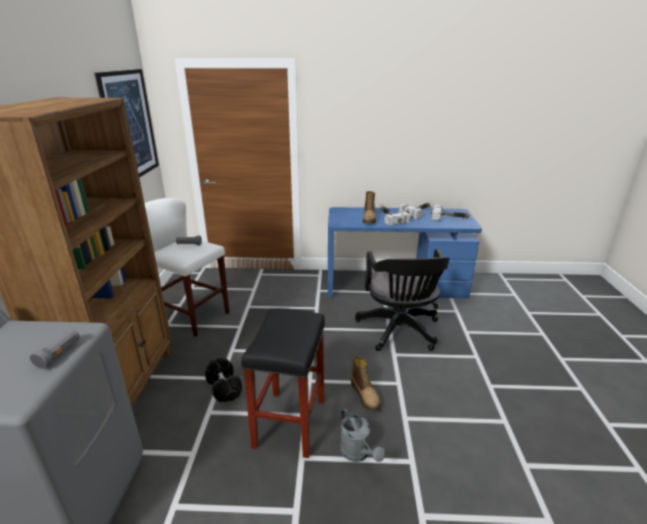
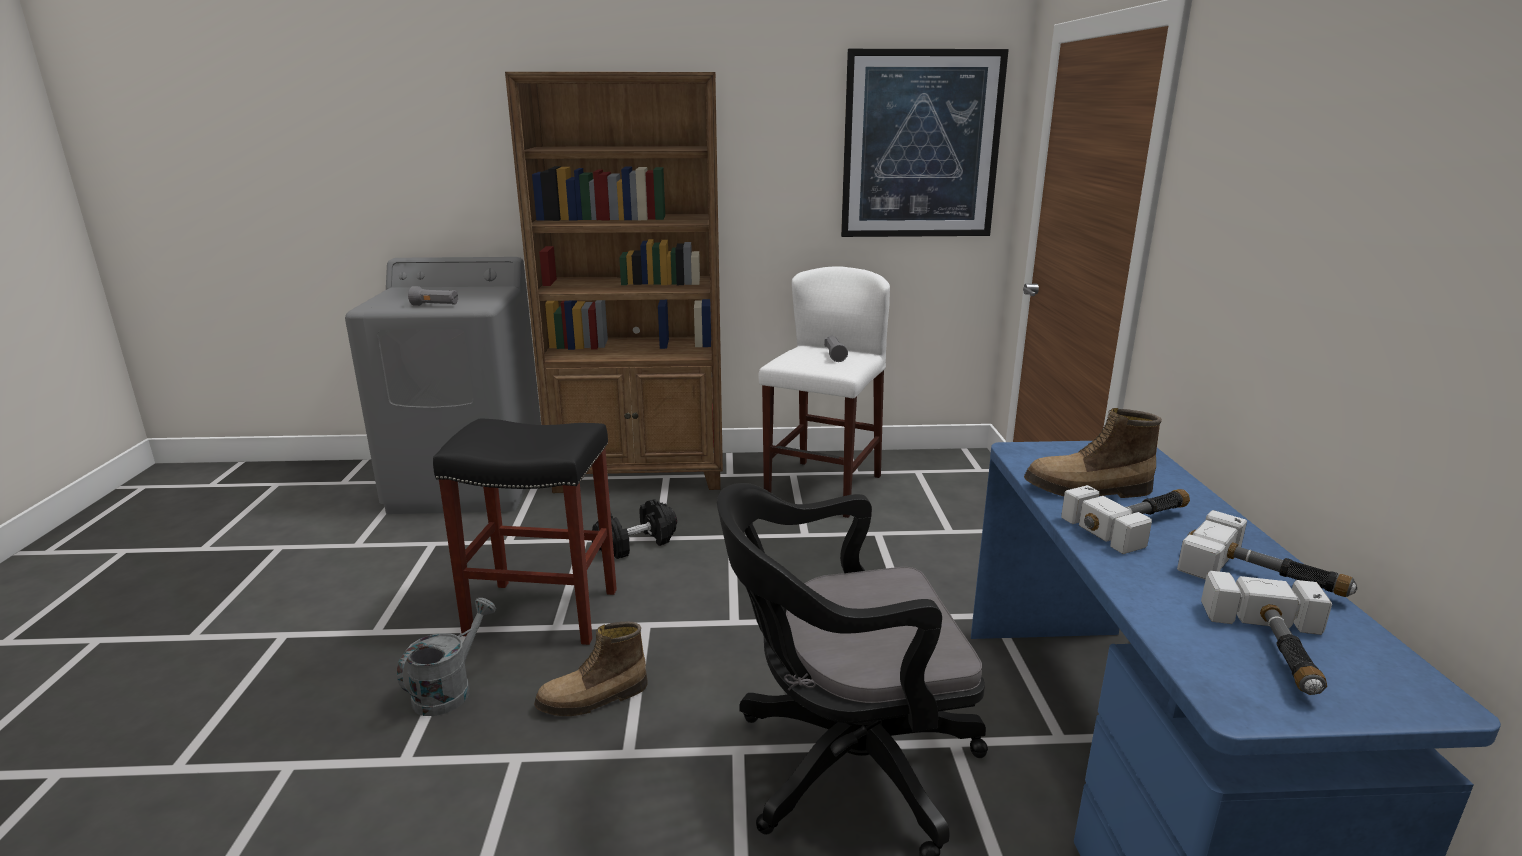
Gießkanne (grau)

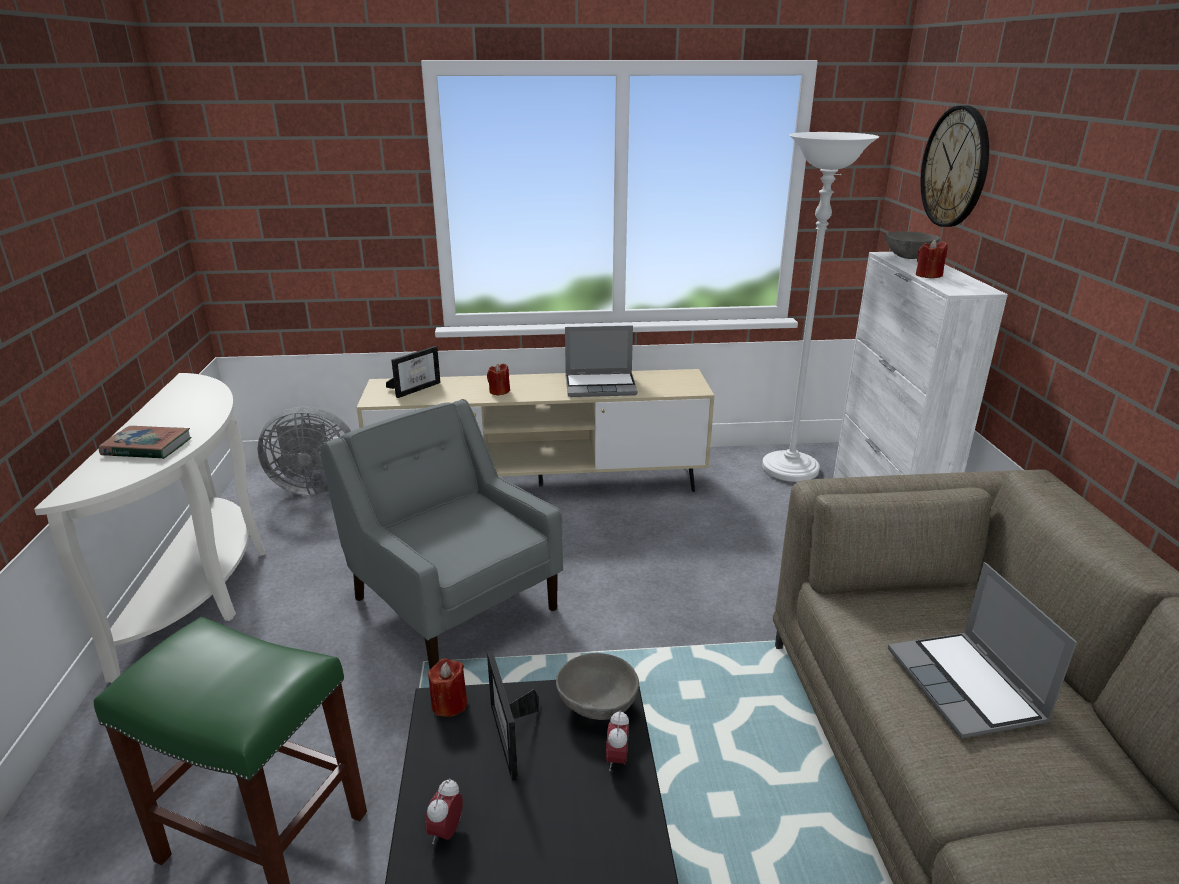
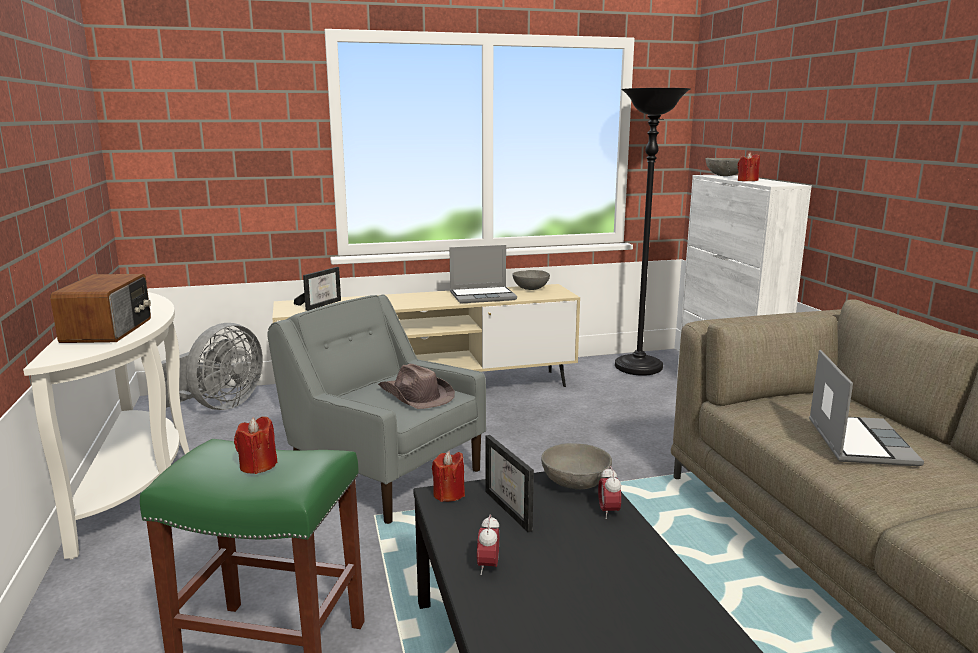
Wanduhr
Stehlampe (schwarz)
Kerze (rot) (1st from left)
Ventilator (grau)
Radio
Laptop (2nd from left)
Schüssel (grau) (1st from left)
Hut (braun)

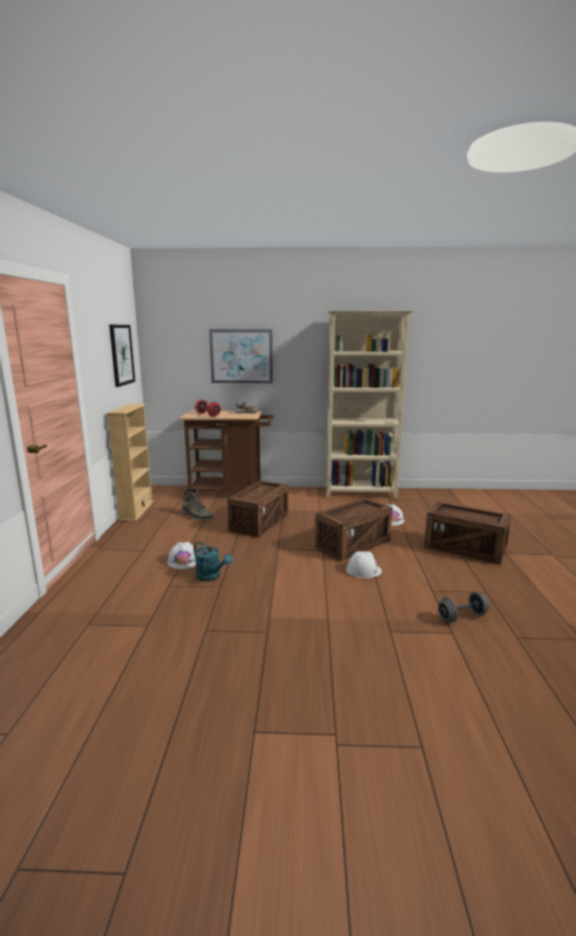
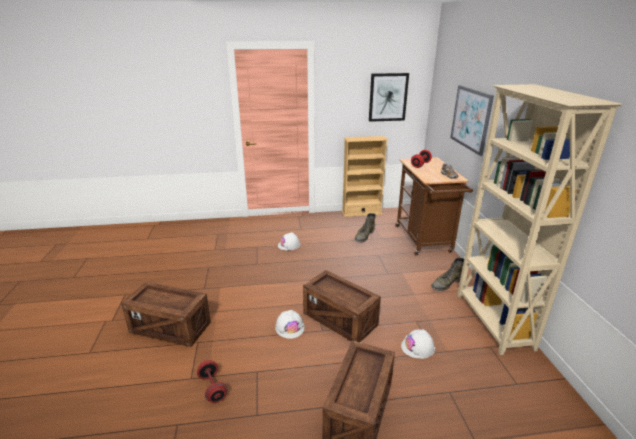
Kiste (1st from left)
Gießkanne (türkis)
Hantel (rot) (1st from left)
Stiefel (grün) (2nd from left)

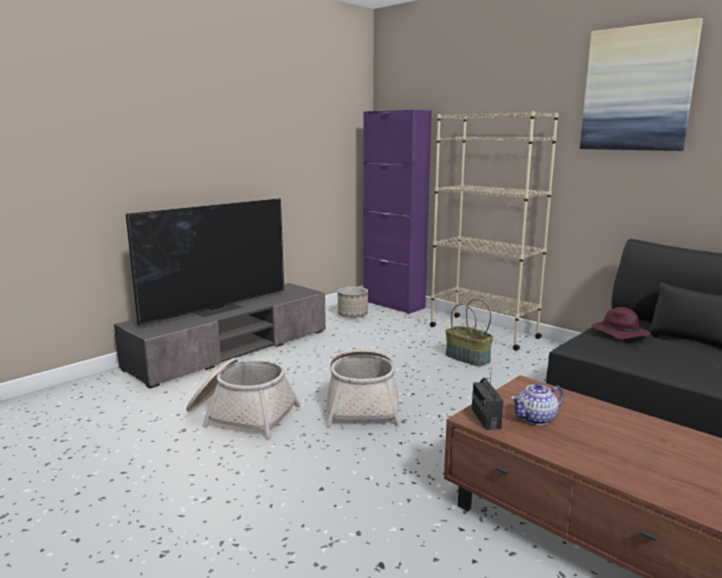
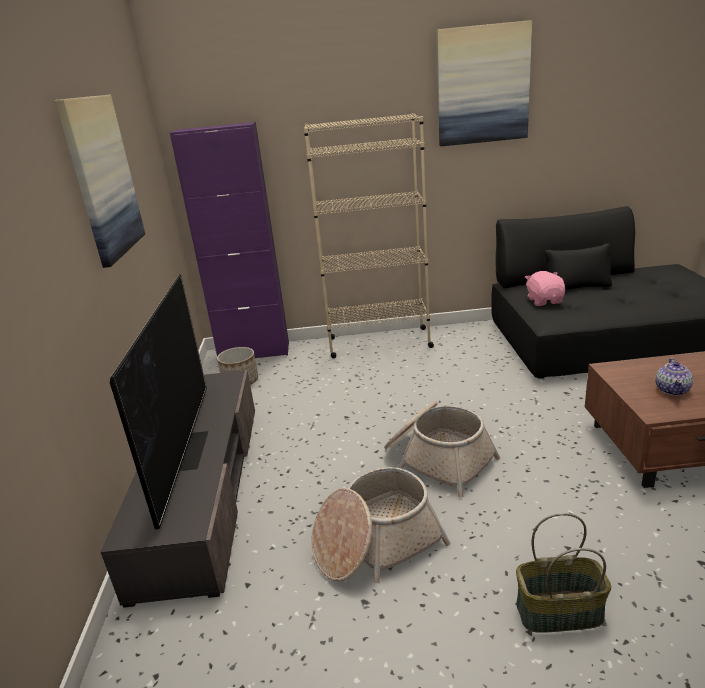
Korb (3rd from left)
Plüschtier (rosa)
Radio
Bild (1st from left)

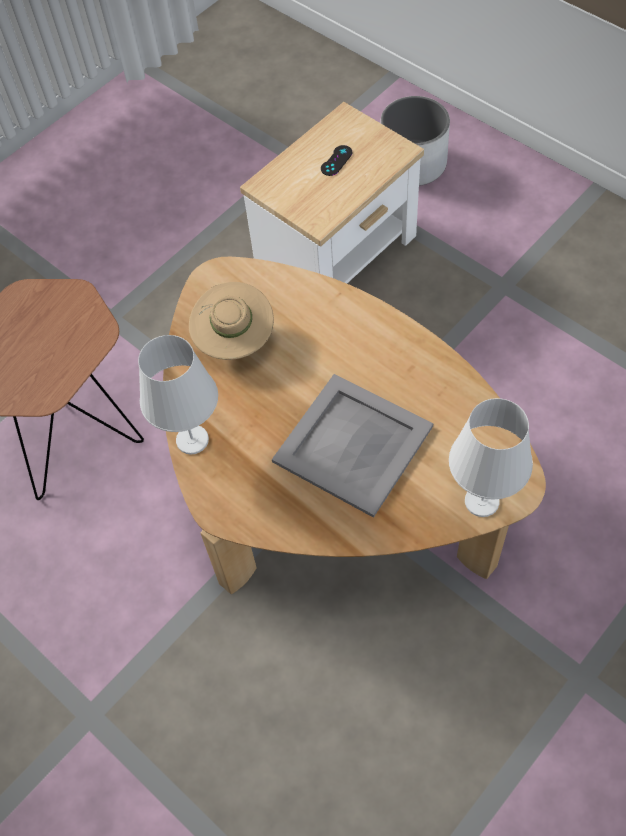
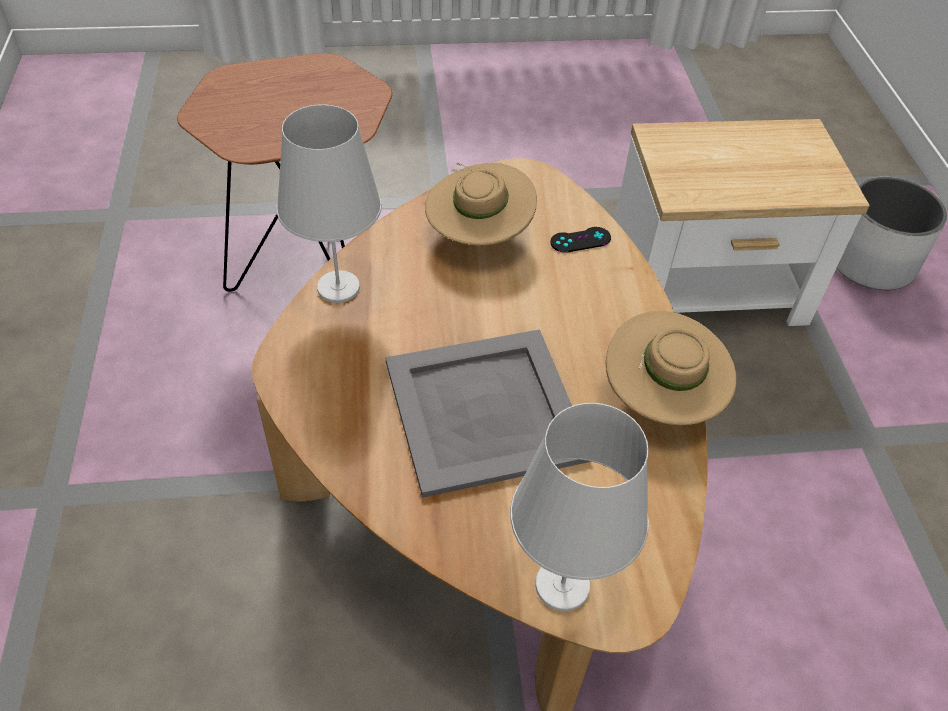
Gamepad (schwarz)
Hut (beige) (2nd from left)

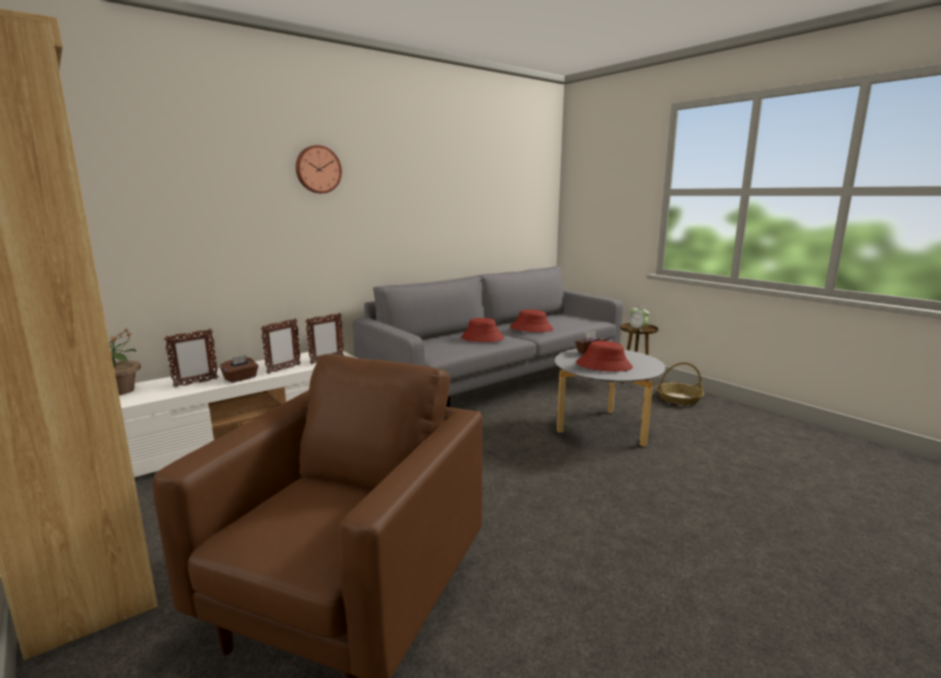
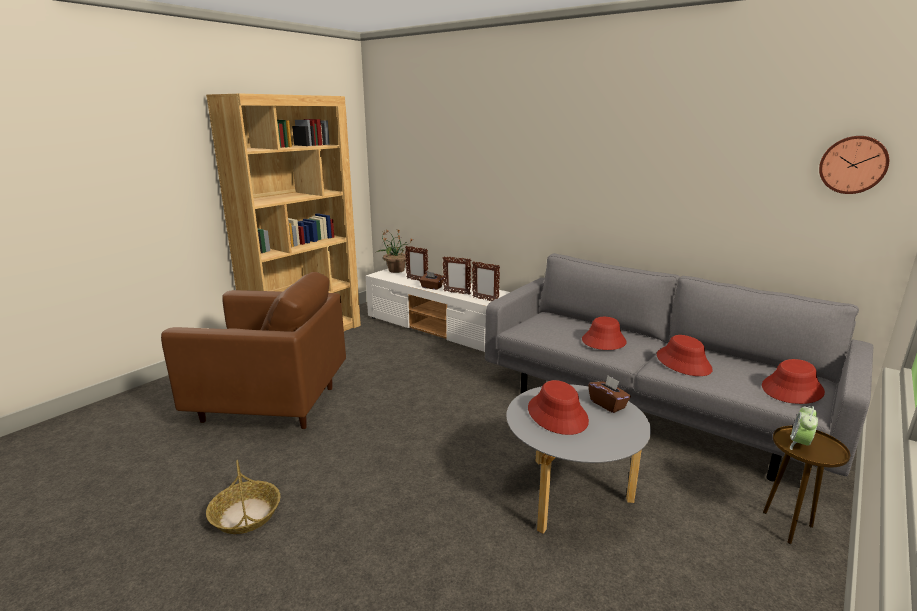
Wanduhr
Korb
Hut (rot) (4th from left)

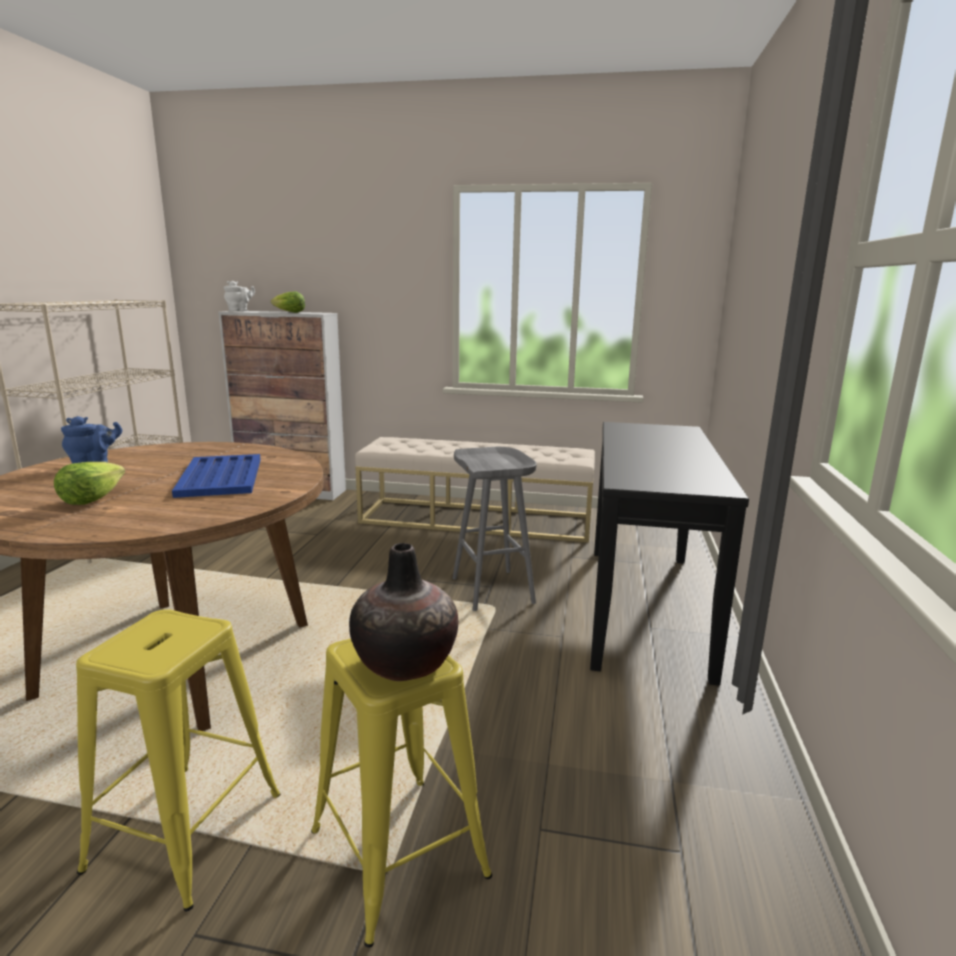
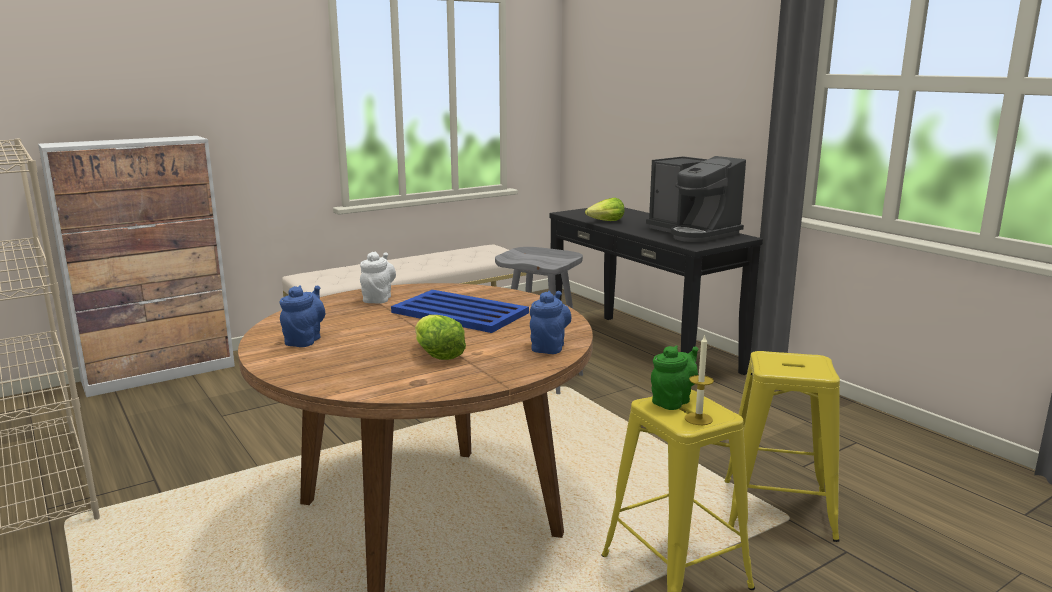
Teekanne (weiß)
Salatkopf (2nd from left)
Vase
Kaffeemaschine
Teekanne (blau) (2nd from left)
Kerze
Teekanne (grün)

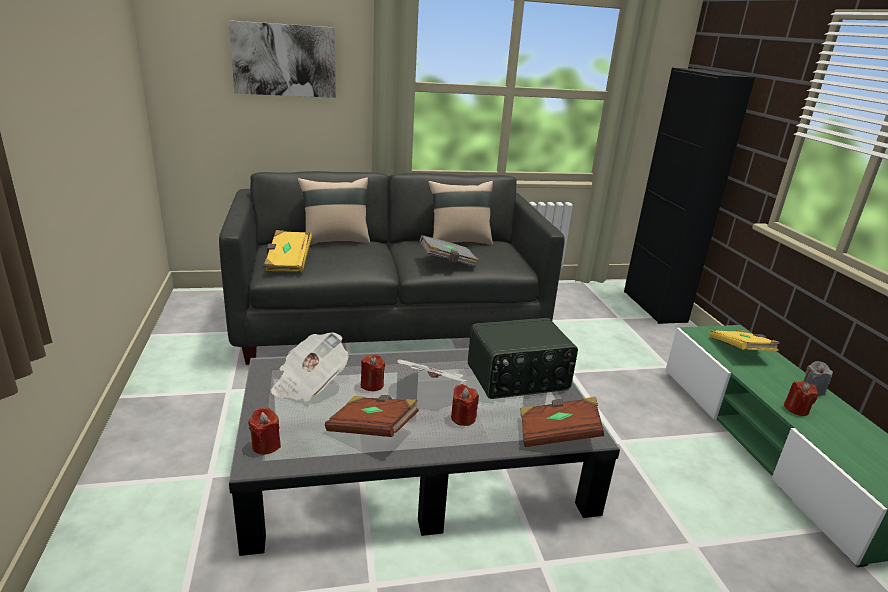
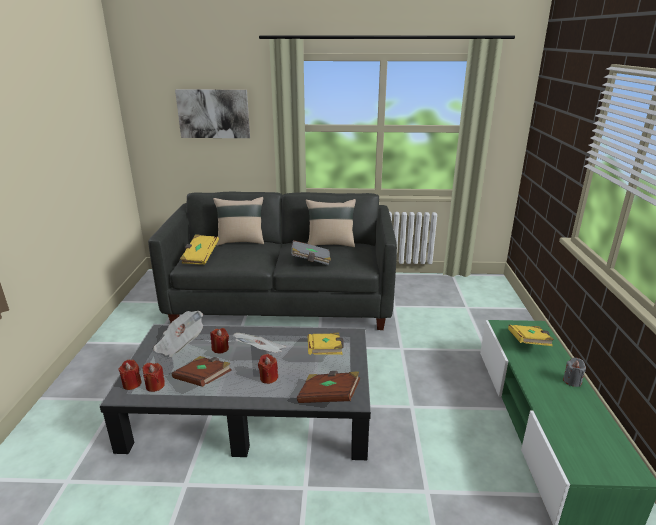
Schrank (schwarz)
Buch (gelb) (2nd from left)
Kerze (rot) (2nd from left)

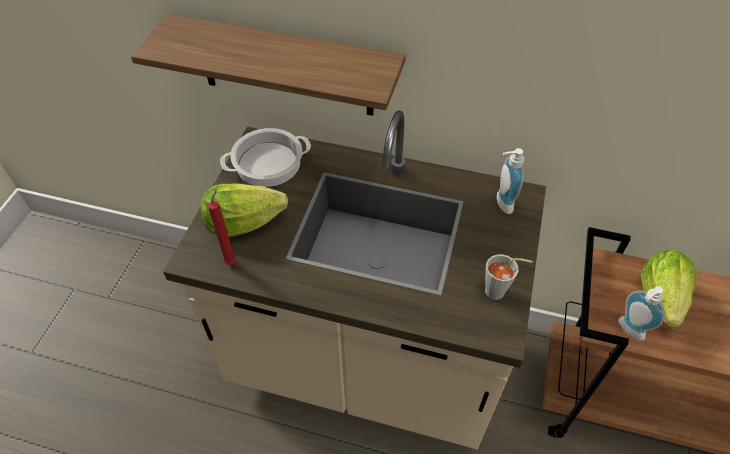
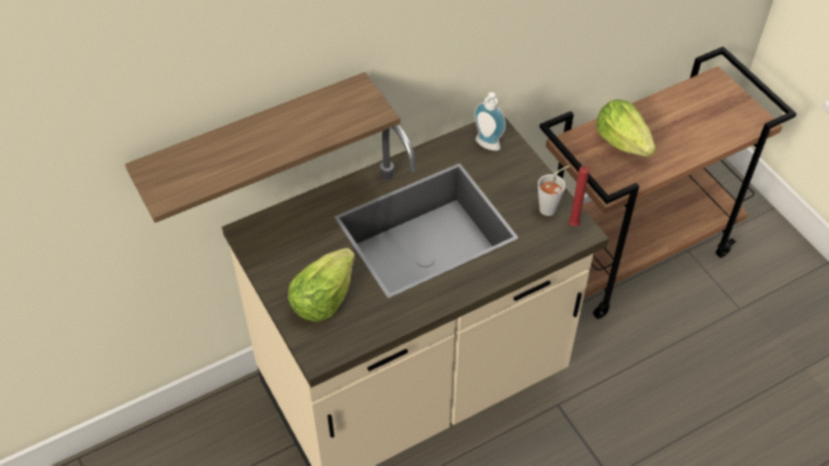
Kochtopf
Kerze (rot)
Seifenspender (2nd from left in the first image)

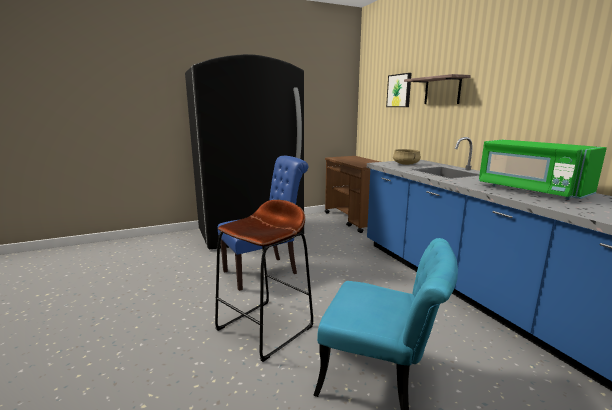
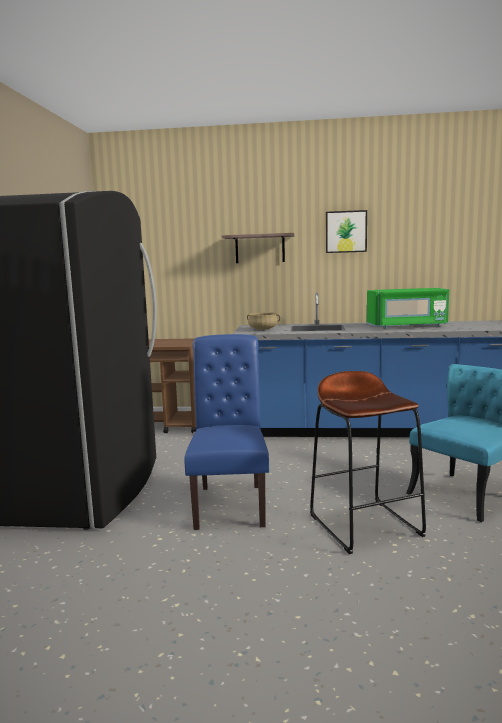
Bild

